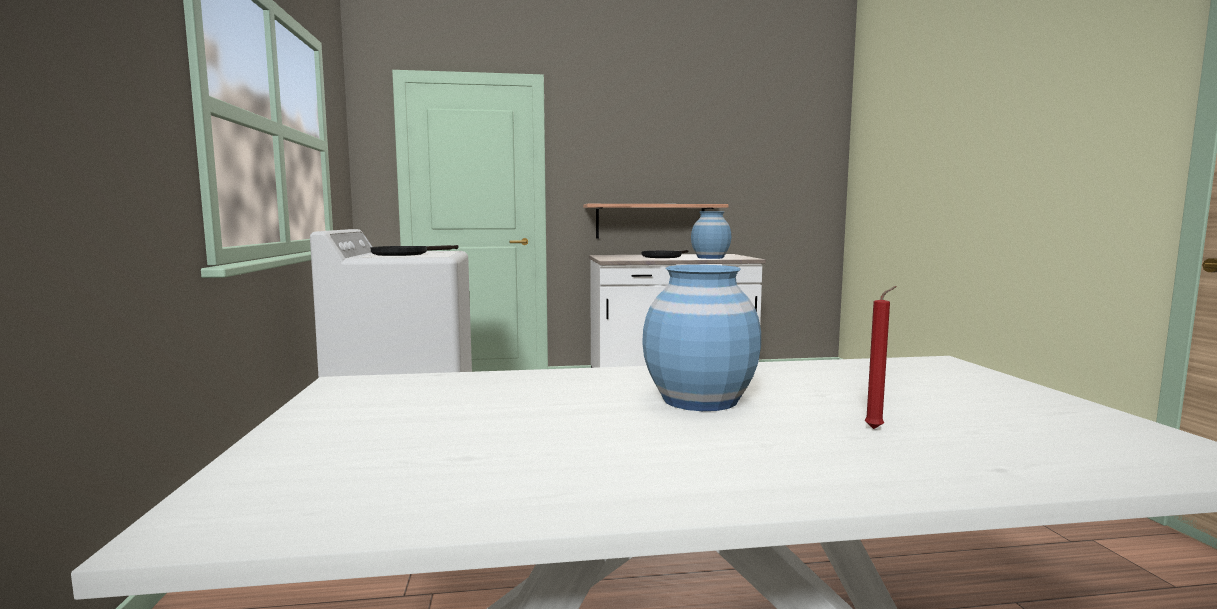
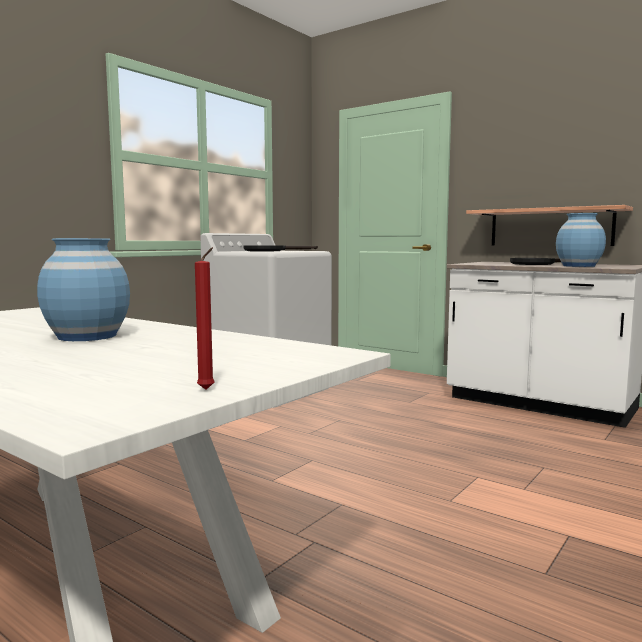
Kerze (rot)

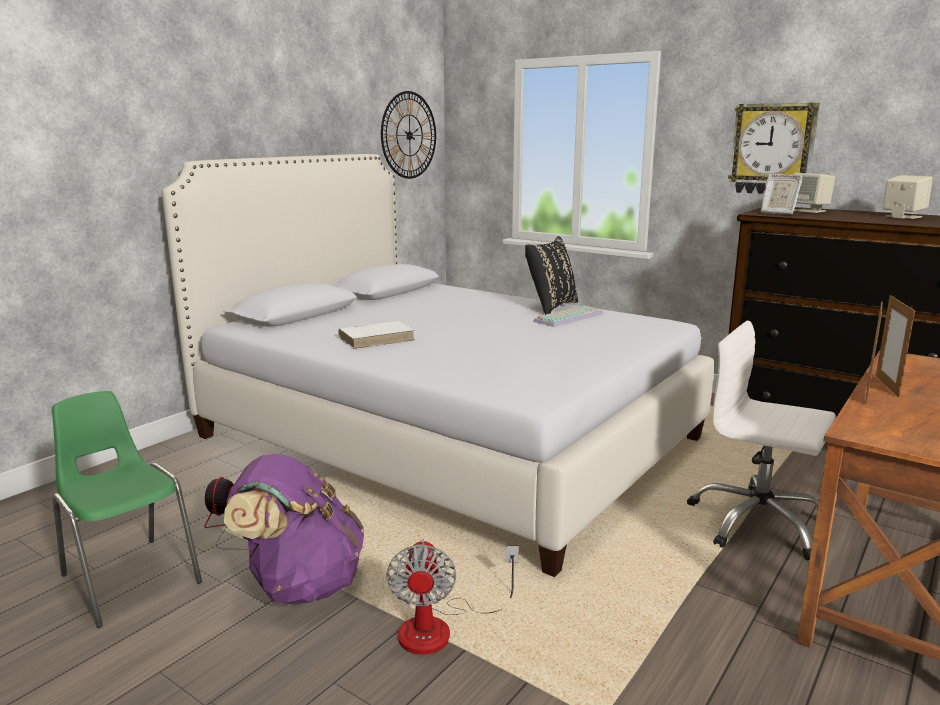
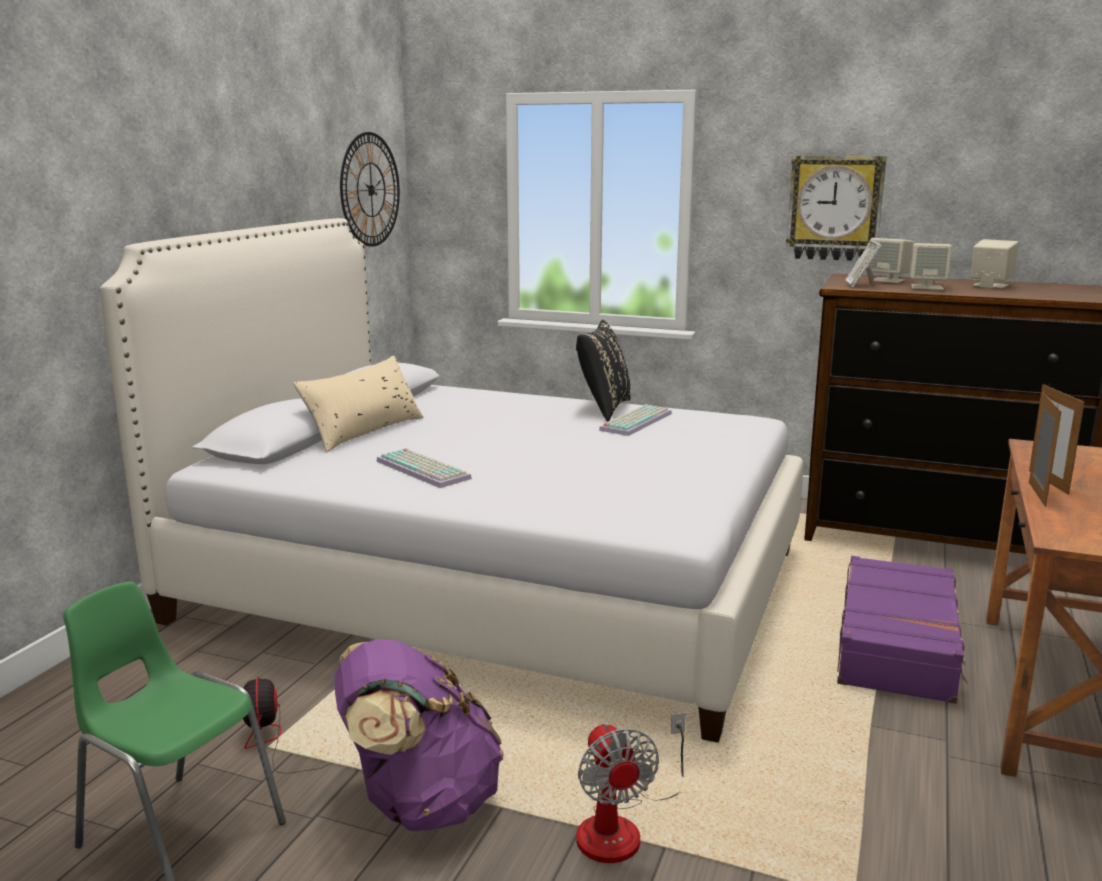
Bilderrahmen (1st from left)
Tastatur (1st from left)
Koffer (lila)
Lautsprecher (beige) (2nd from left)
Kissen (beige)

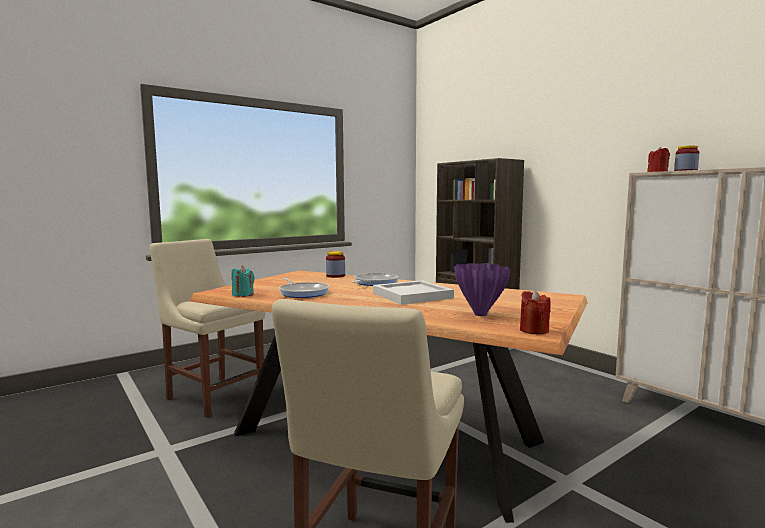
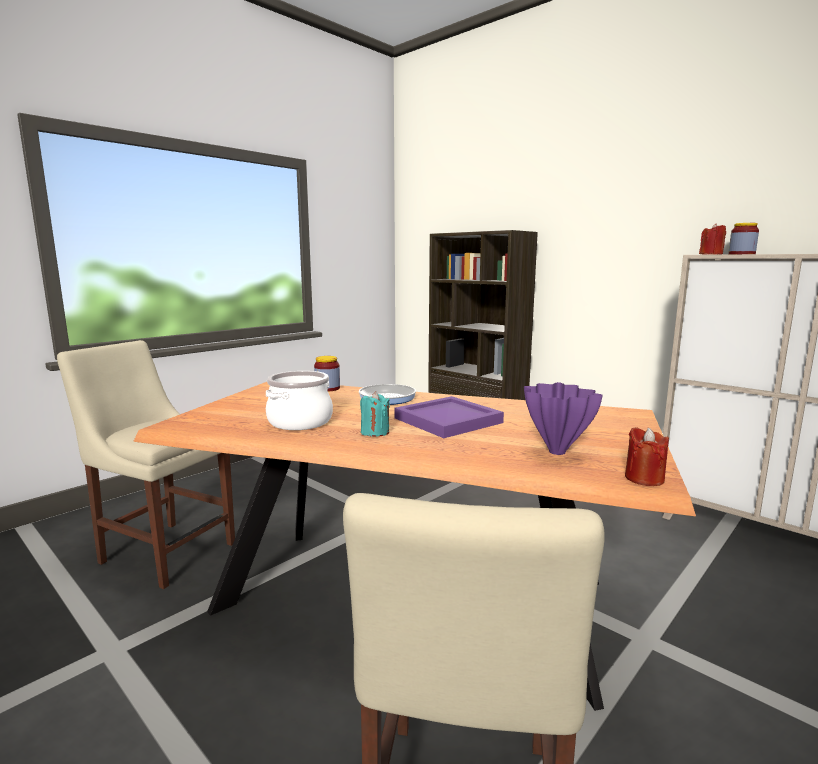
Kerze (türkis)
Kochtopf
Tablett (lila)

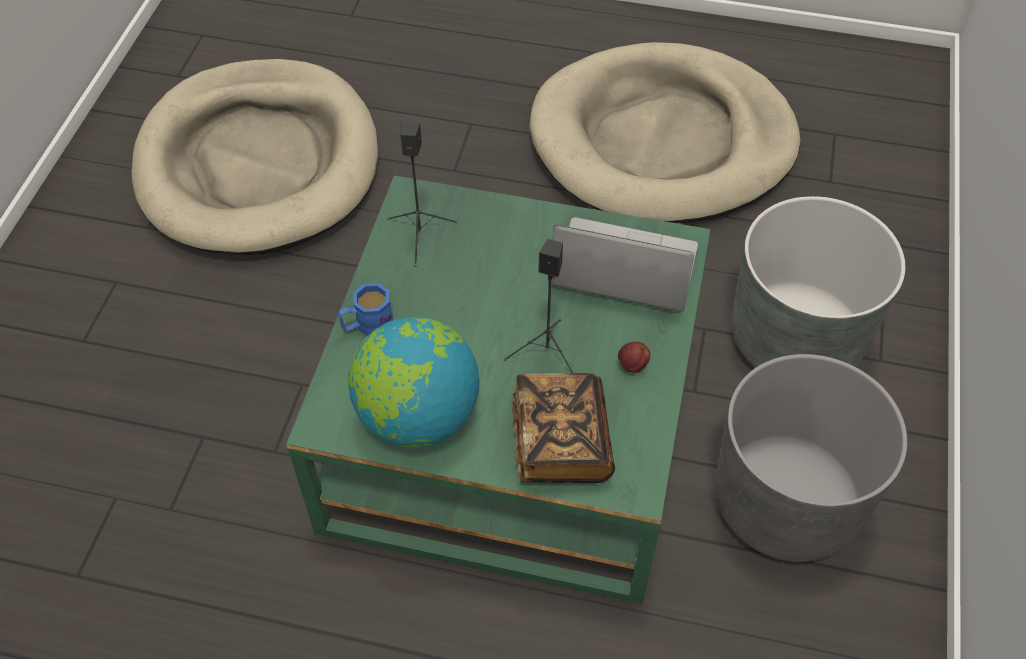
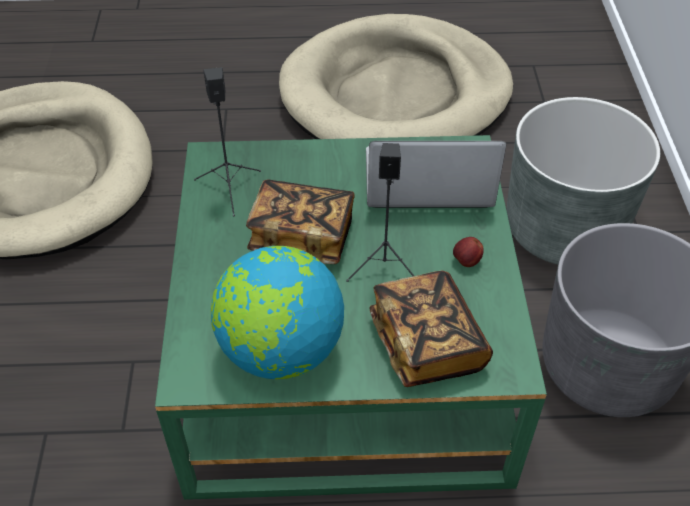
Henkelbecher (blau)
Buch (1st from left)

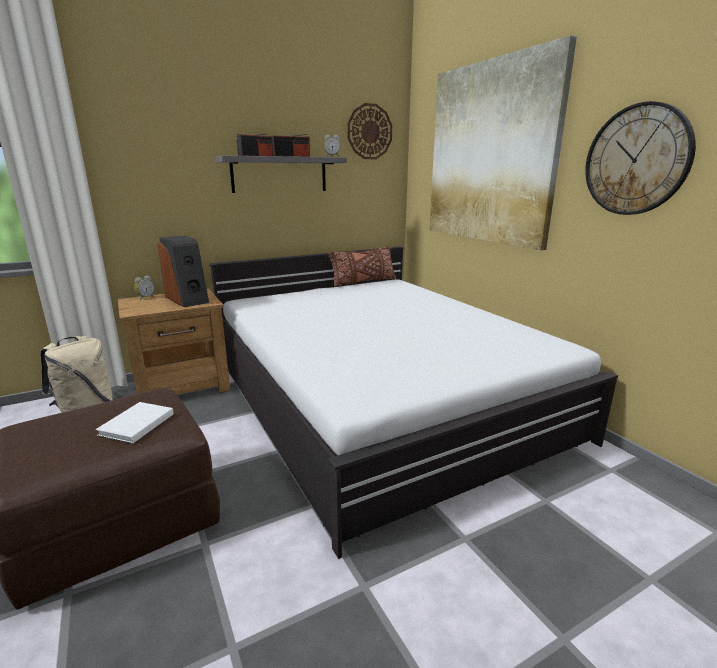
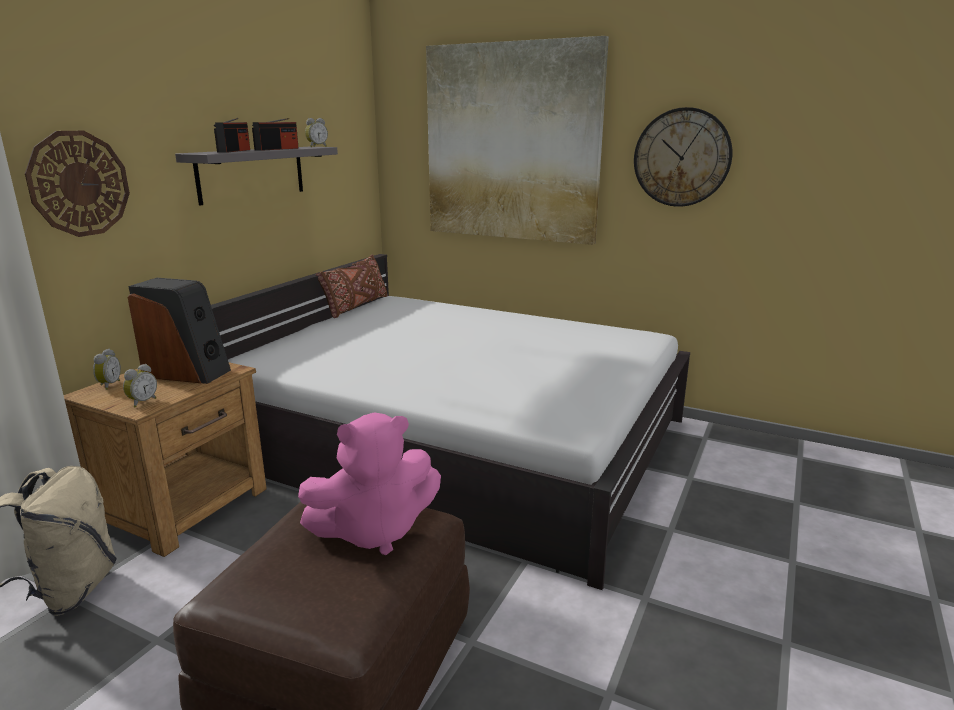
Wanduhr (1st from left)
Plüschtier (rosa)
Wecker (2nd from left)

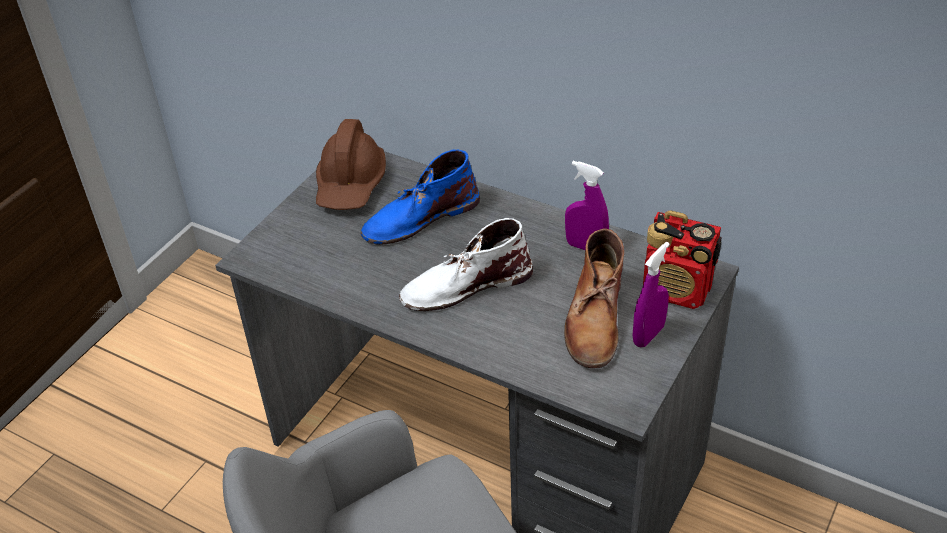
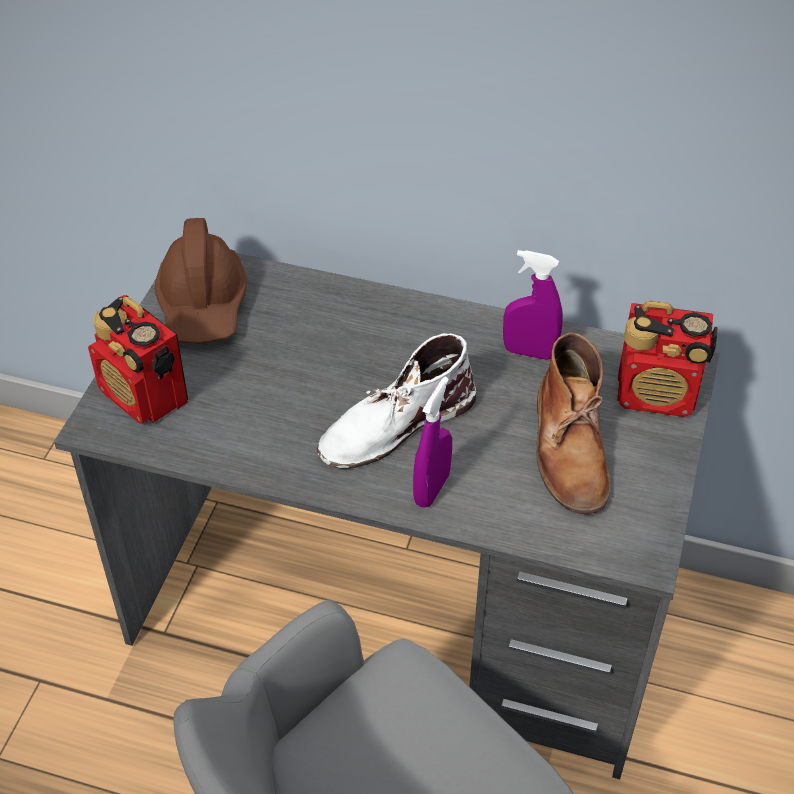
Stiefel (blau)
Sprühflasche (lila) (1st from left)
Radio (1st from left)

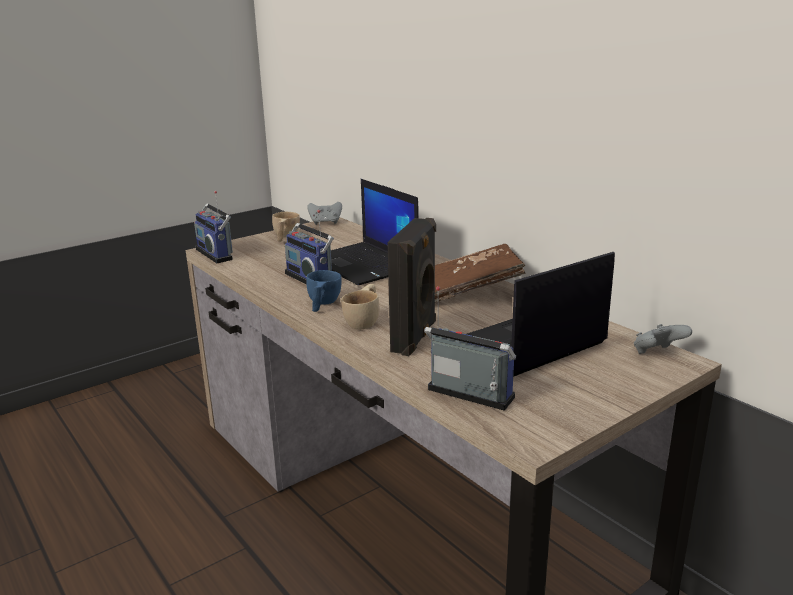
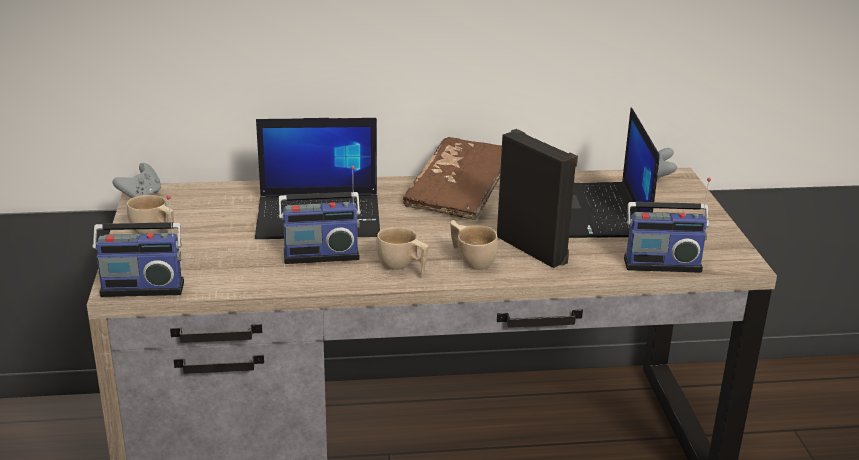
Tasse (beige) (2nd from left)
Radio (3rd from left)

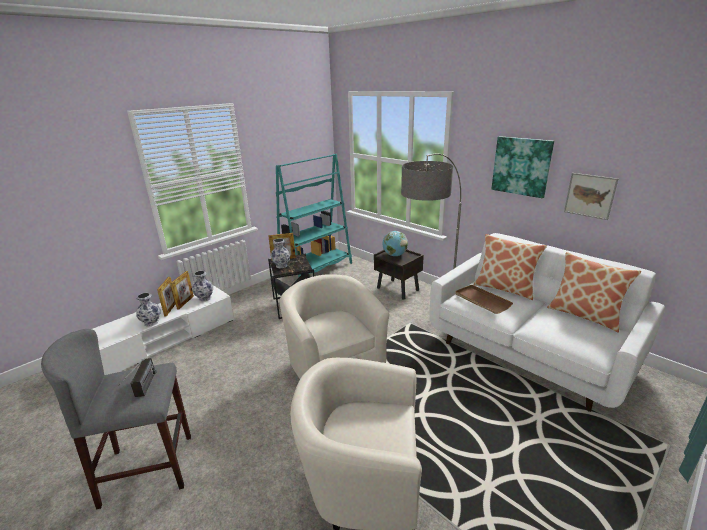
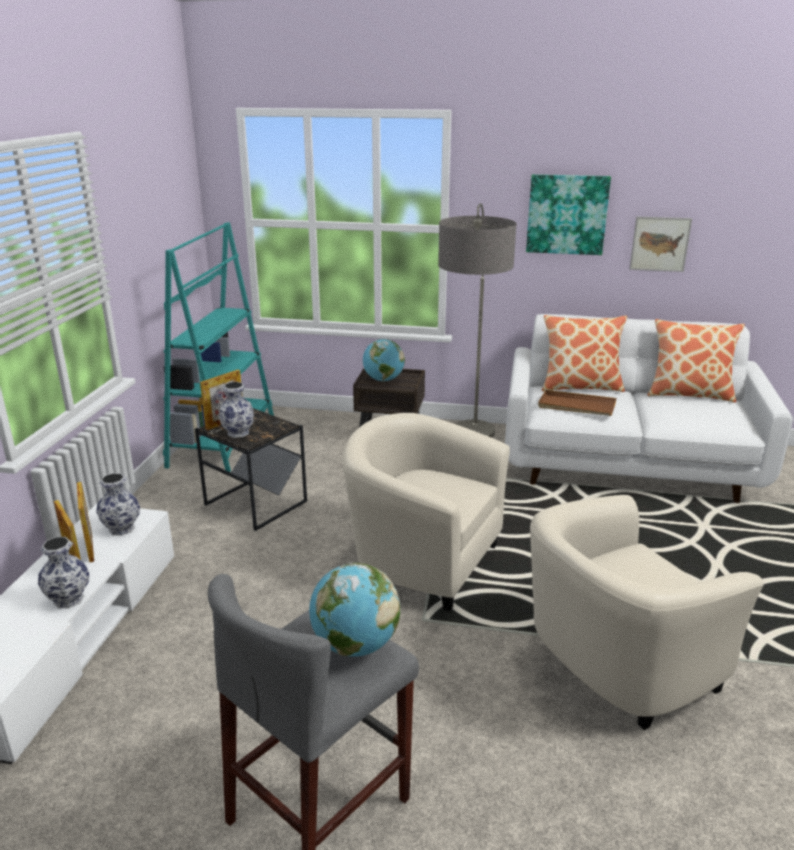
Globus (1st from left)

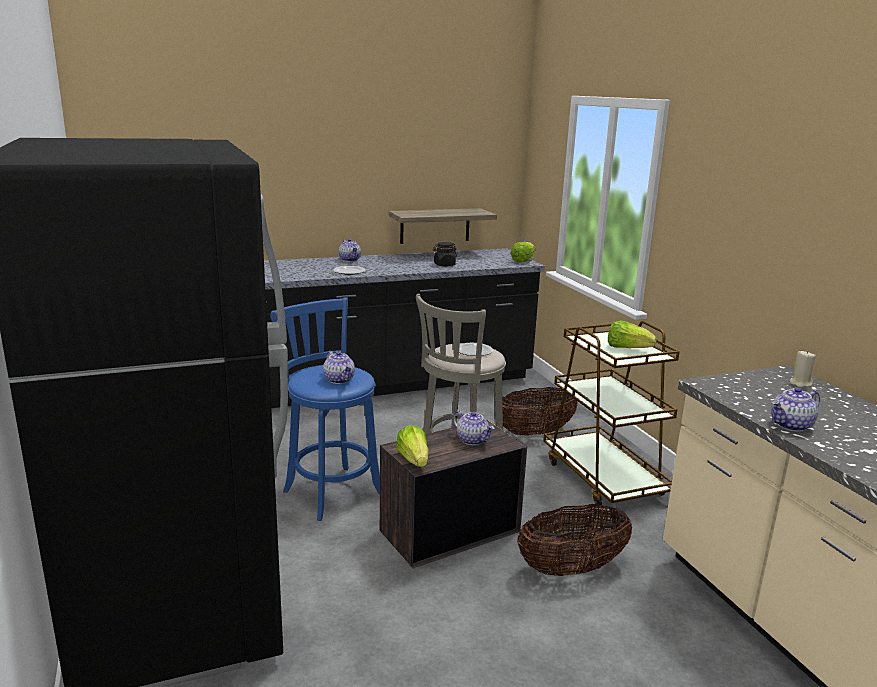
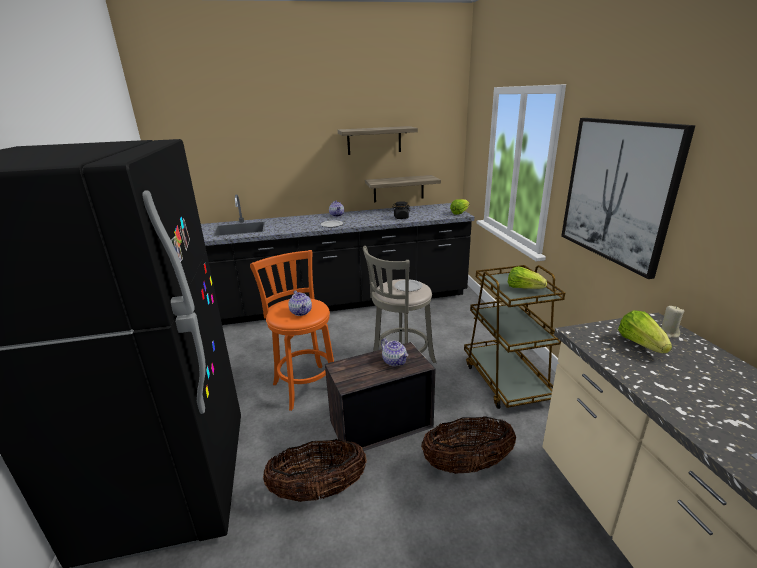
Hocker (orange)
Korb (1st from left)
Teekanne (4th from left in the first image)
Salatkopf (3rd from left)
Bild
Wandregal (1st from left)

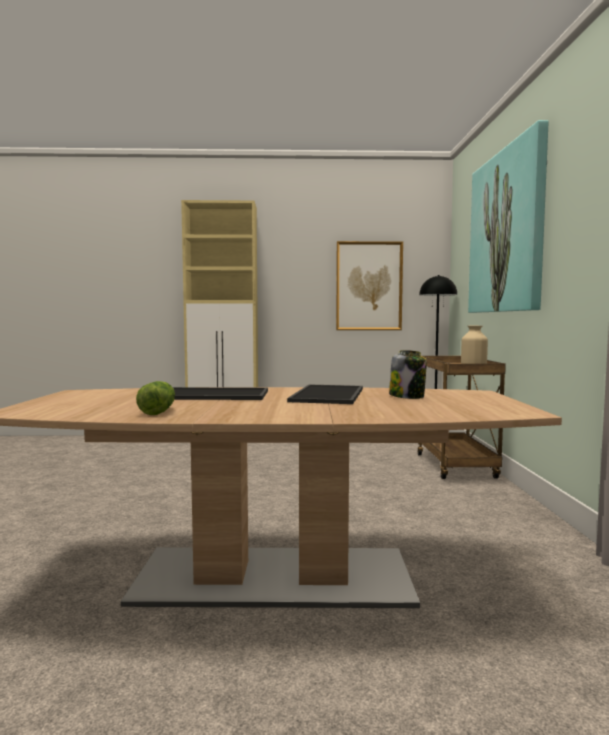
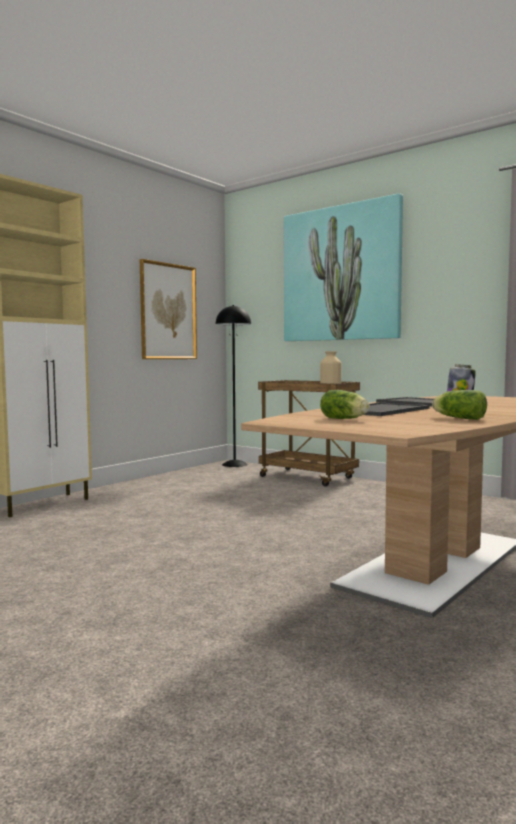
Salatkopf (1st from left)

